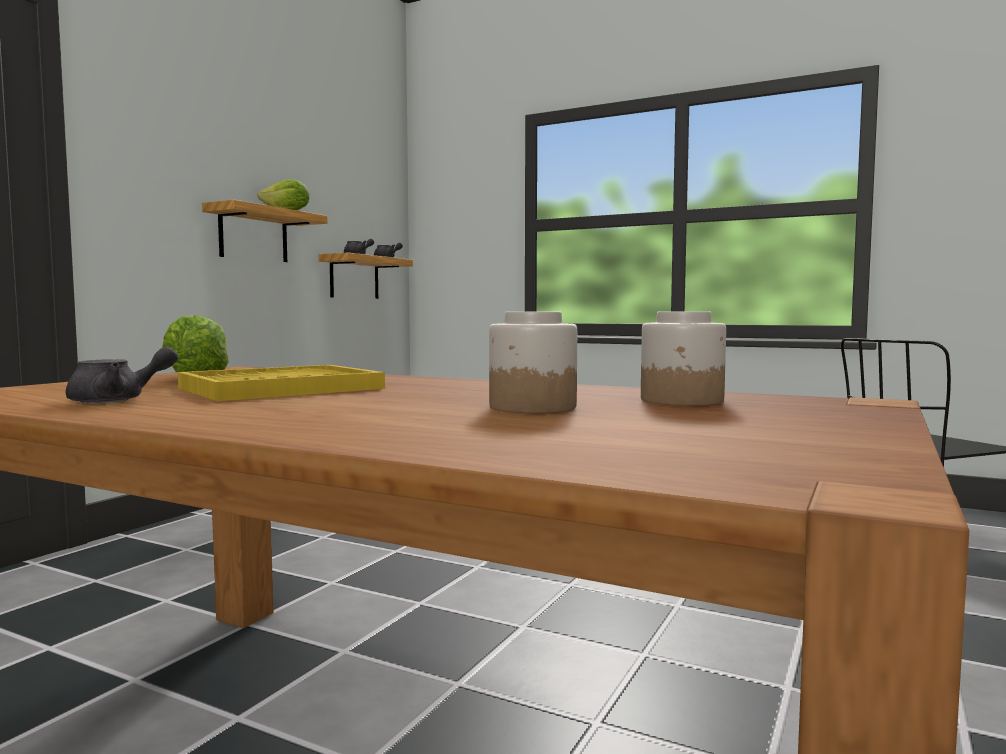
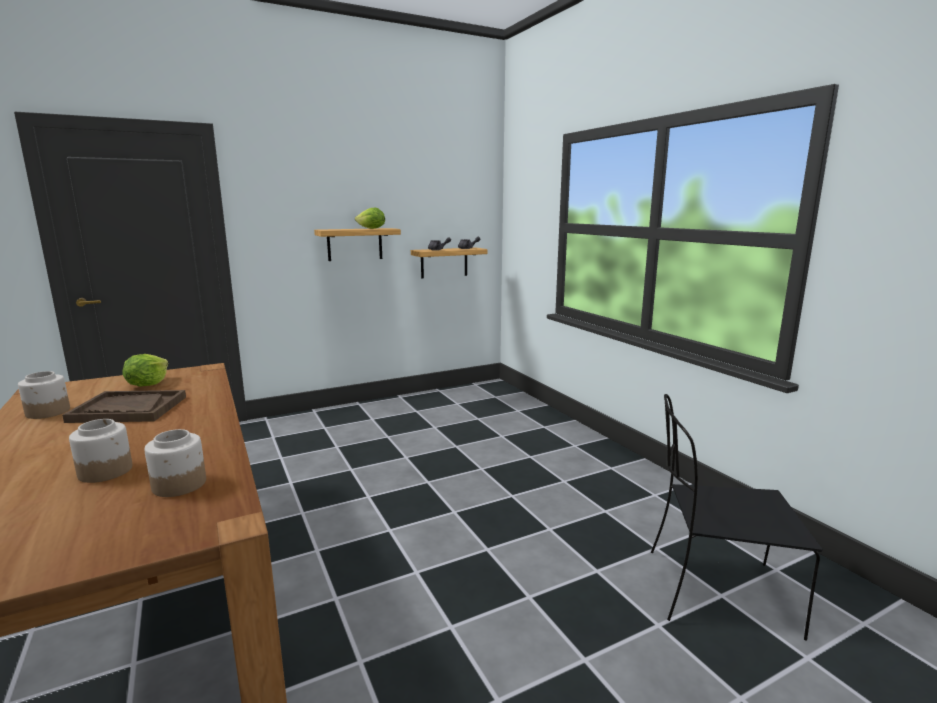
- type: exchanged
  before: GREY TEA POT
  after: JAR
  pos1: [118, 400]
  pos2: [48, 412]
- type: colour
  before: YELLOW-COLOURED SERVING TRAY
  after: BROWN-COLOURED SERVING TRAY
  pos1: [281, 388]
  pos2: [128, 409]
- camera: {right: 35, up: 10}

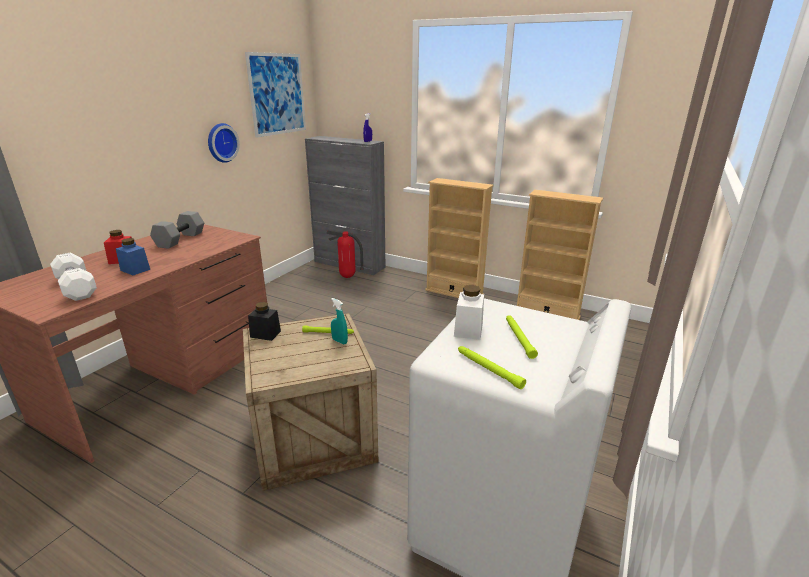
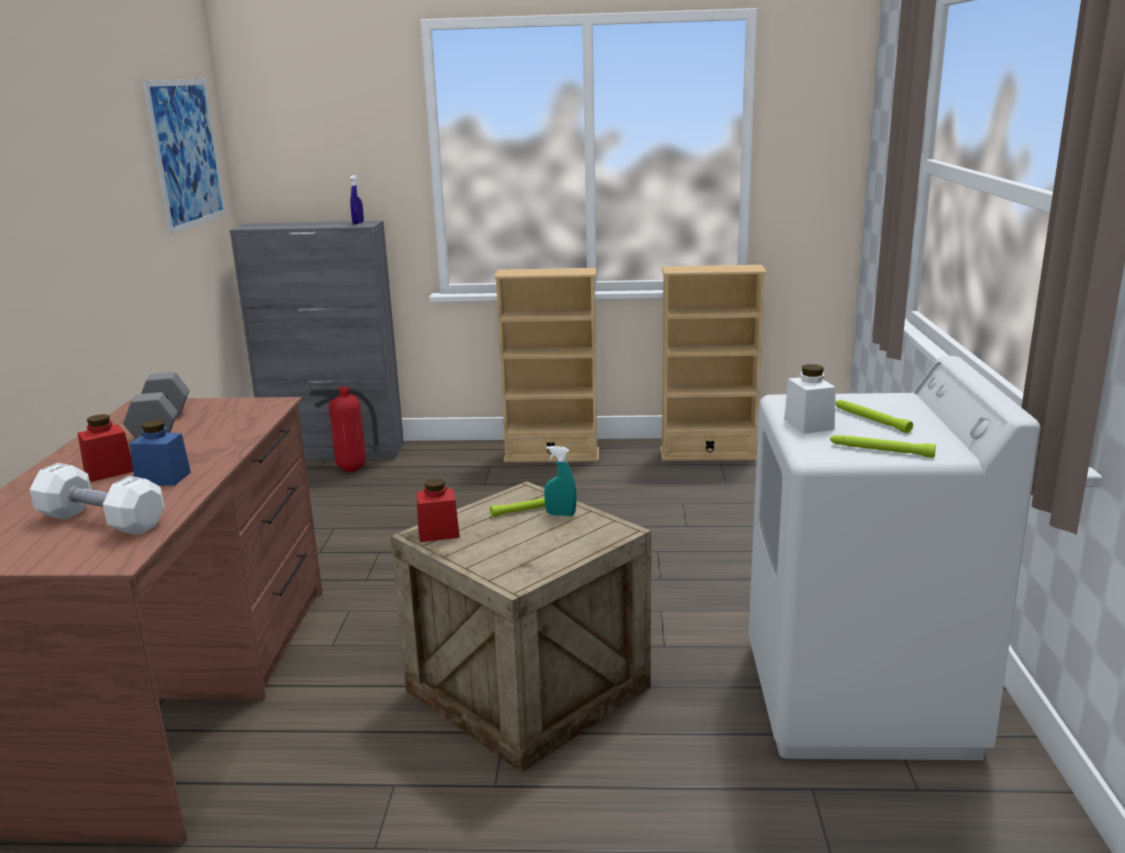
- type: missing
  before: HANGING CLOCK
  pos1: [221, 142]
- type: colour
  before: BLACK-COLOURED JAR
  after: REDDISH JAR
  pos1: [265, 334]
  pos2: [438, 533]
- camera: {right: -25, up: -5}

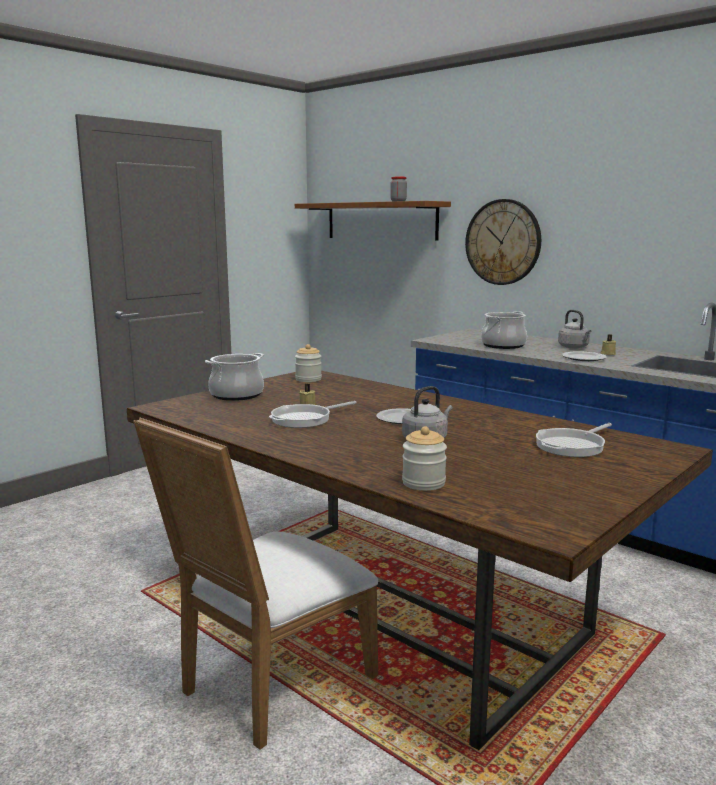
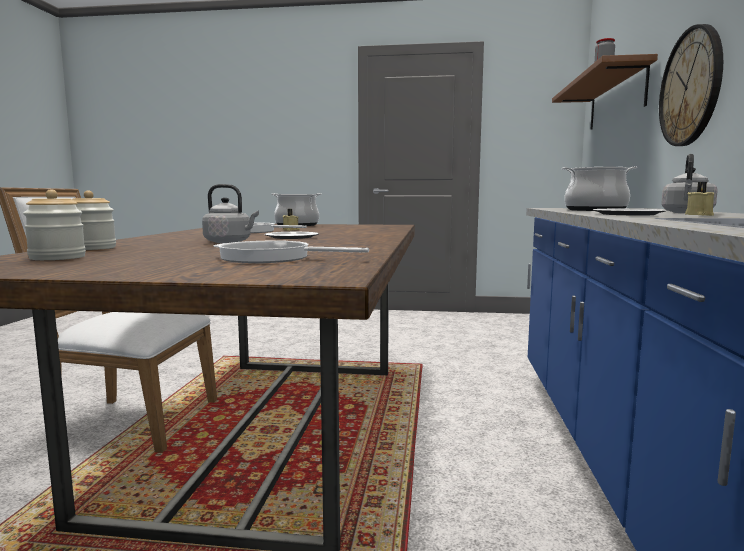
- type: relocated
  before: JAR
  pos1: [308, 379]
  pos2: [57, 257]
- camera: {right: 55, up: -5}

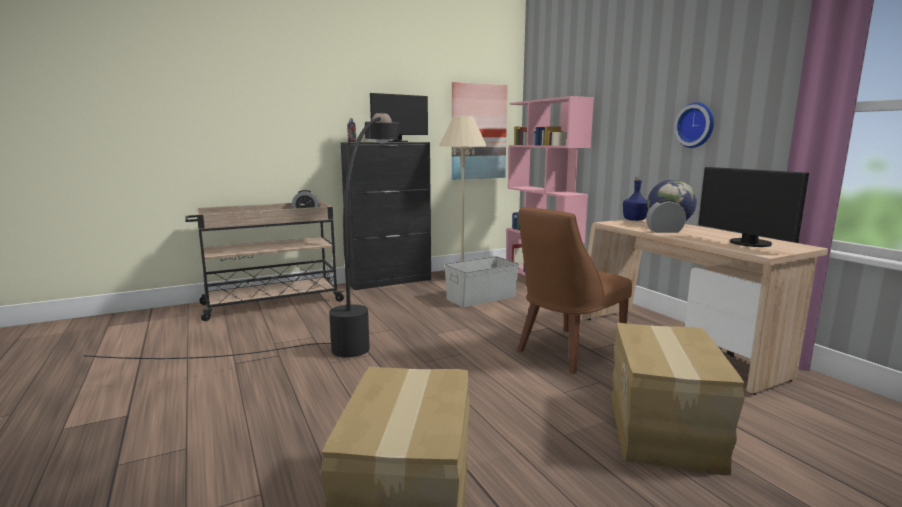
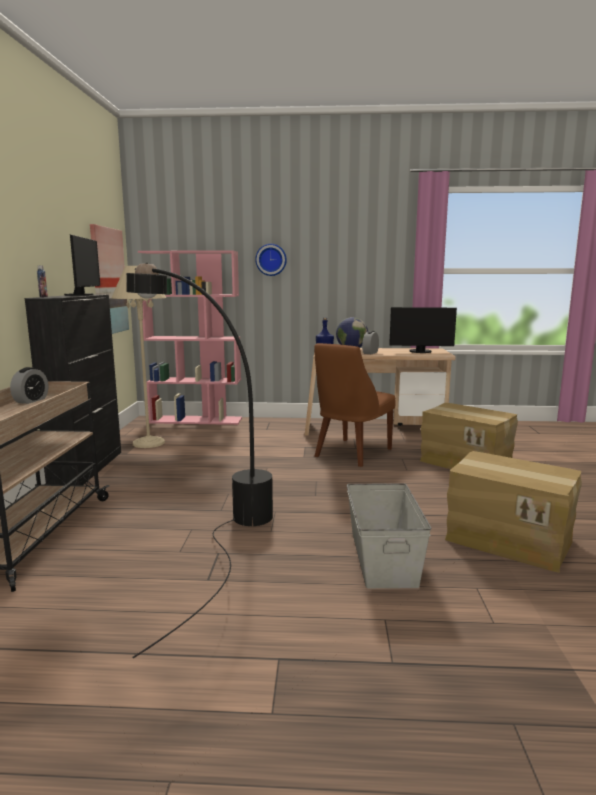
- type: relocated
  before: GREY STORAGE BOX
  pos1: [480, 298]
  pos2: [382, 558]
- type: relocated
  before: HANGING CLOCK
  pos1: [696, 125]
  pos2: [271, 259]
- type: spun
  before: BROWN-COLOURED PLAIN CHAIR
  pos1: [566, 351]
  pos2: [351, 453]
  turn: 45
- camera: {right: -60, up: 0}

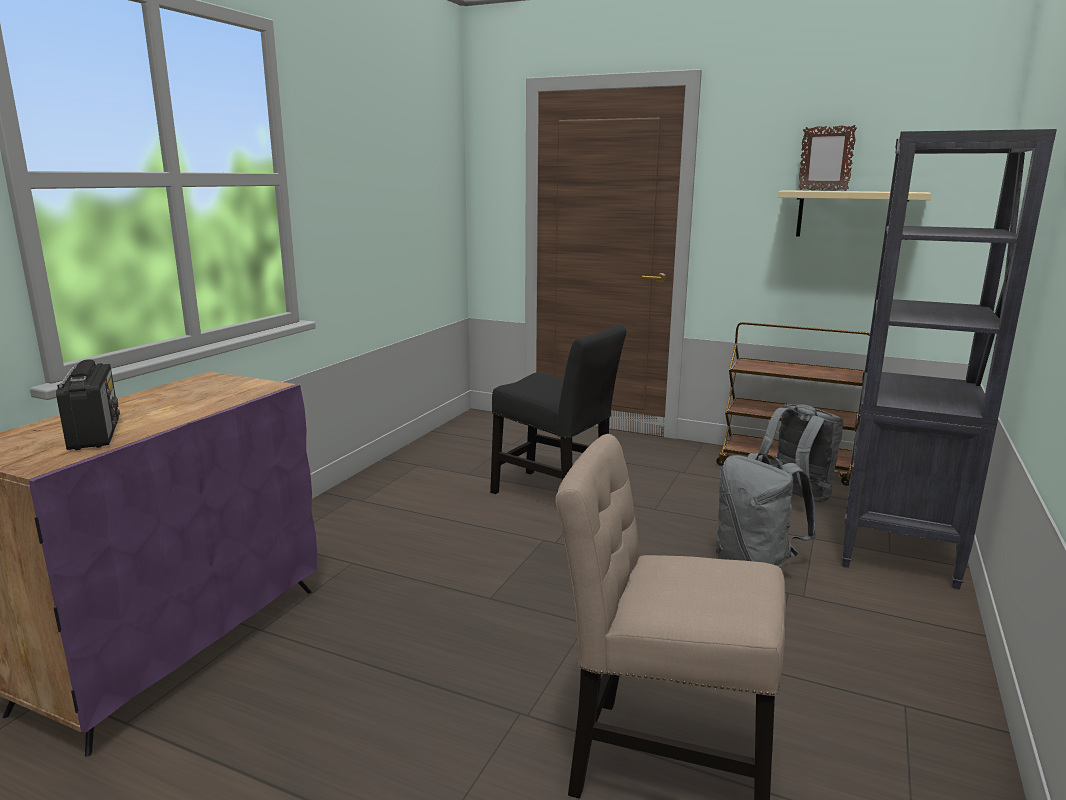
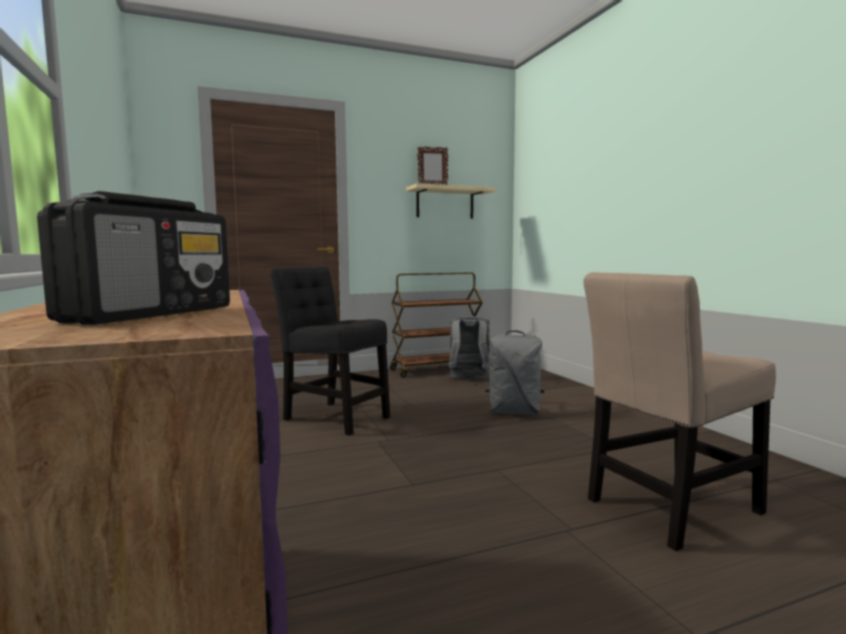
- type: missing
  before: BLACK-COLOURED BOOKCASE
  pos1: [896, 548]
- type: spun
  before: RADIO RECEIVER
  pos1: [95, 433]
  pos2: [152, 314]
  turn: 90
- type: spun
  before: BLACK-COLOURED PLAIN CHAIR
  pos1: [555, 494]
  pos2: [333, 417]
  turn: -135
- camera: {right: -45, up: -10}

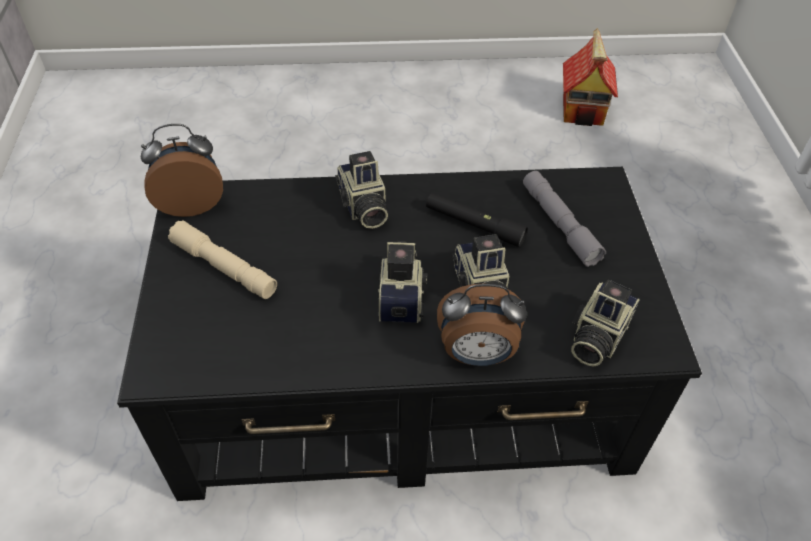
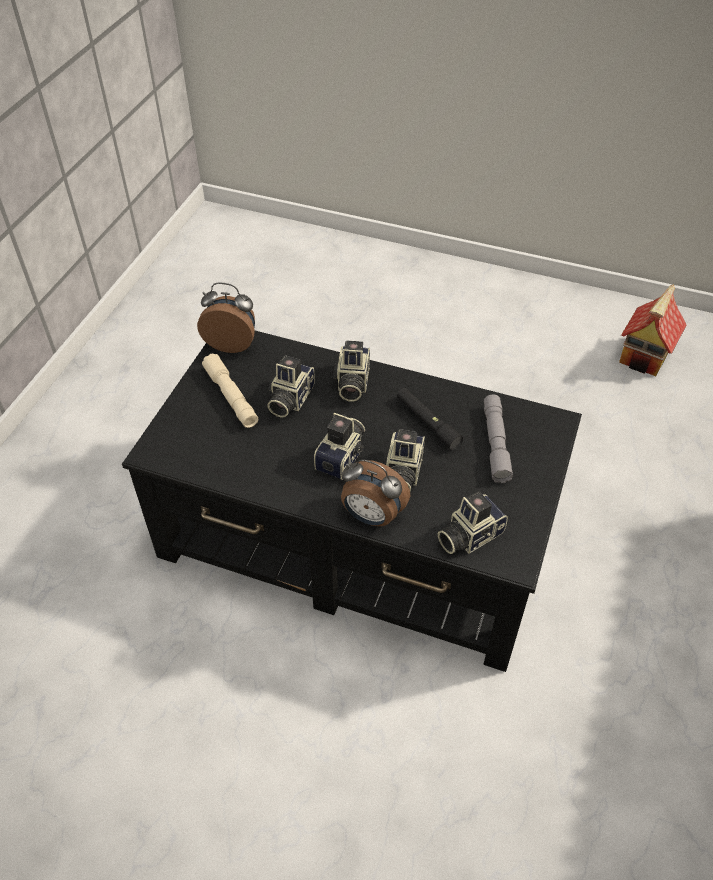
- type: appeared
  after: PHOTO CAMERA
  pos2: [289, 399]
- camera: {right: 25, up: 0}

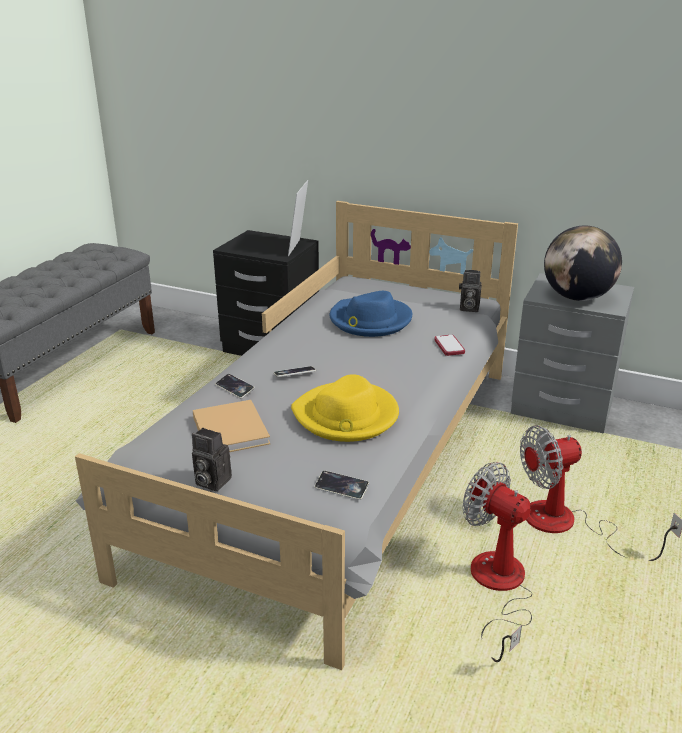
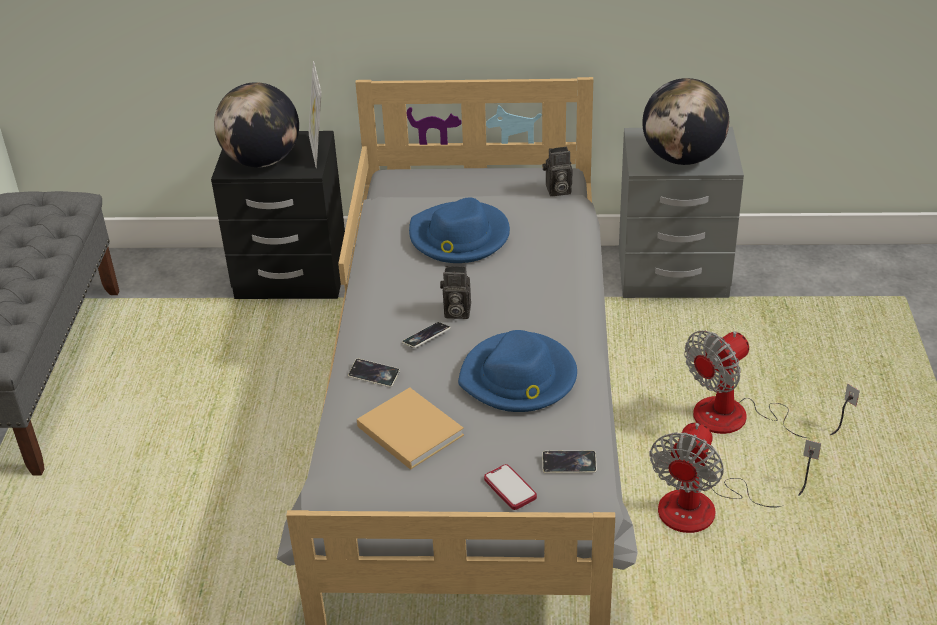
- type: appeared
  after: DESK GLOBE
  pos2: [262, 161]
- type: relocated
  before: PHOTO CAMERA
  pos1: [210, 481]
  pos2: [455, 312]
- type: relocated
  before: HANDSET
  pos1: [449, 346]
  pos2: [510, 488]
- type: colour
  before: YELLOW-COLOURED WEARABLE HAT
  after: BLUISH WEARABLE HAT
  pos1: [346, 416]
  pos2: [519, 378]
- type: spun
  before: FAN
  pos1: [498, 588]
  pos2: [707, 508]
  turn: -90
- camera: {right: -20, up: 10}

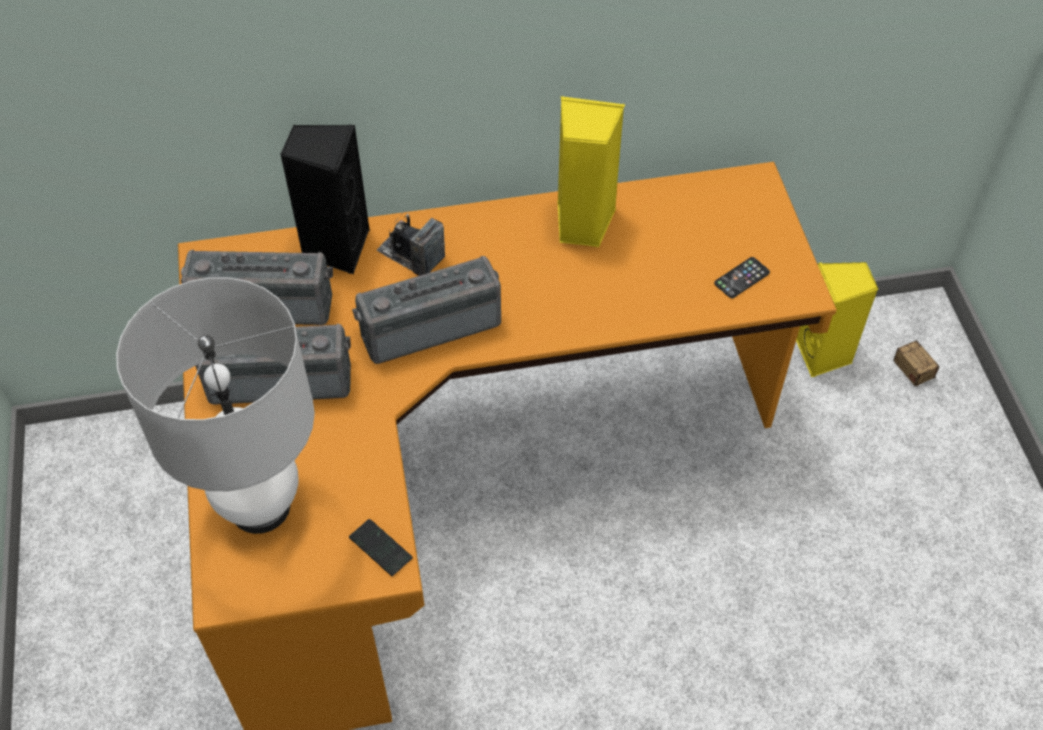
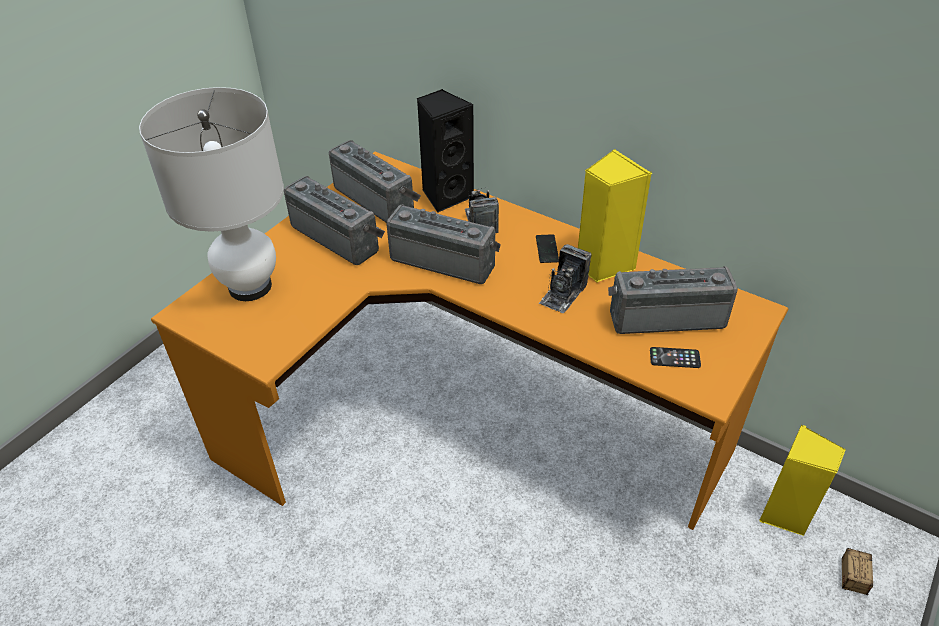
- type: appeared
  after: PHOTO CAMERA
  pos2: [563, 293]
- type: appeared
  after: RADIO RECEIVER
  pos2: [666, 316]
- type: relocated
  before: HANDSET
  pos1: [380, 548]
  pos2: [547, 249]
- camera: {right: 45, up: -10}

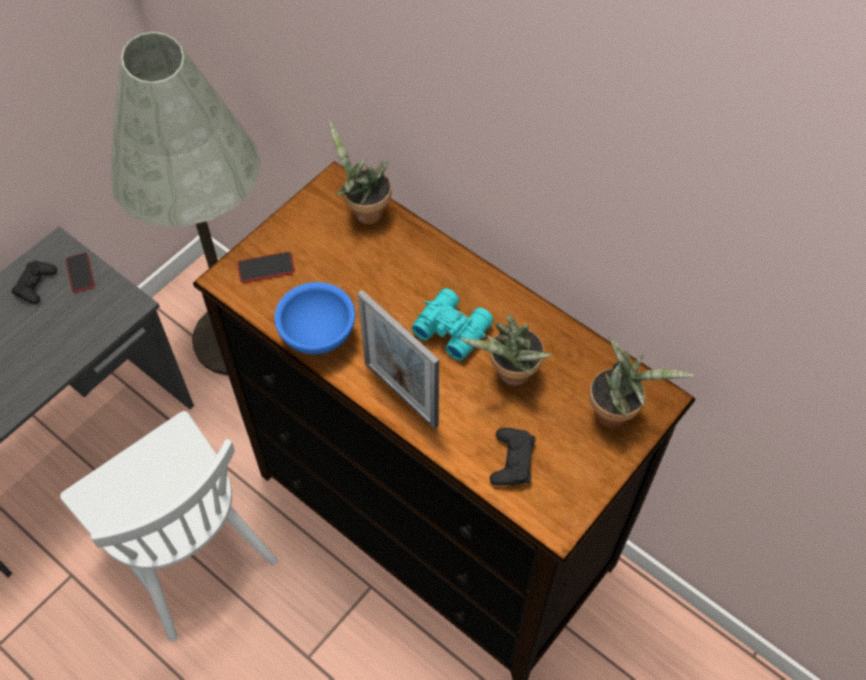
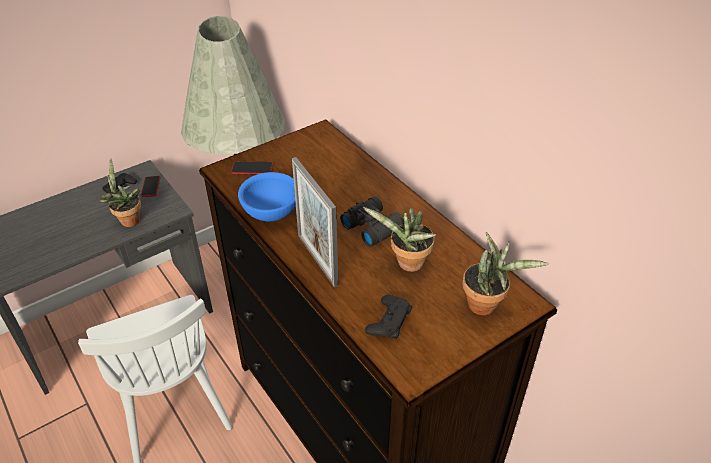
- type: relocated
  before: HOUSEPLANT
  pos1: [364, 211]
  pos2: [128, 219]
- type: colour
  before: BLUE-GREEN FIELD GLASSES
  after: BLACK-COLOURED FIELD GLASSES
  pos1: [452, 328]
  pos2: [372, 226]
- camera: {right: 15, up: -15}

